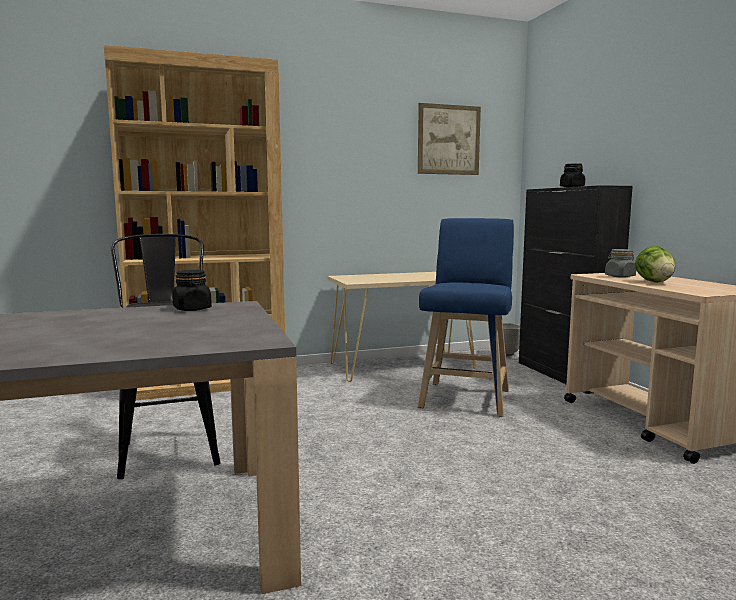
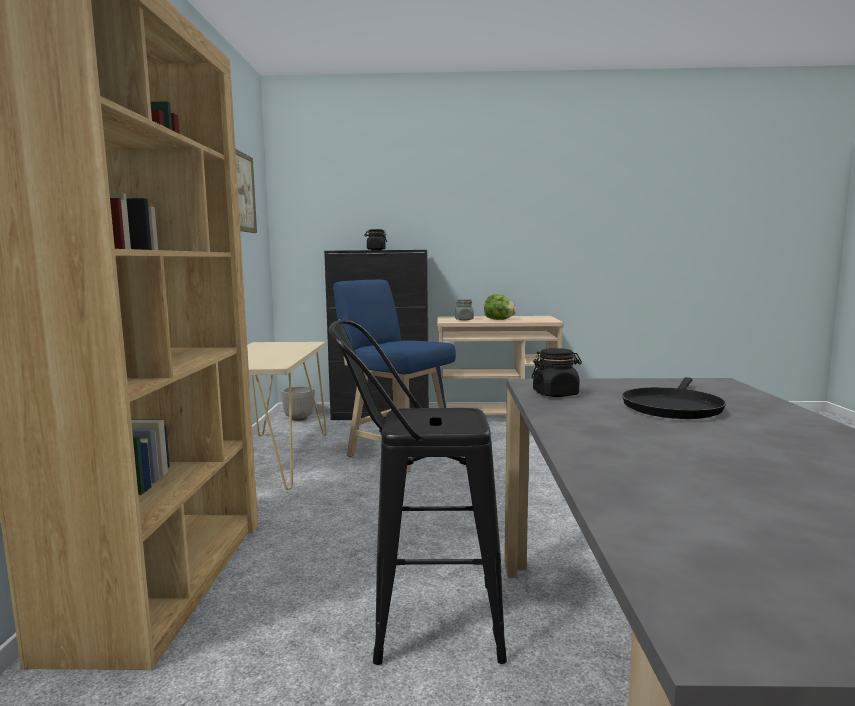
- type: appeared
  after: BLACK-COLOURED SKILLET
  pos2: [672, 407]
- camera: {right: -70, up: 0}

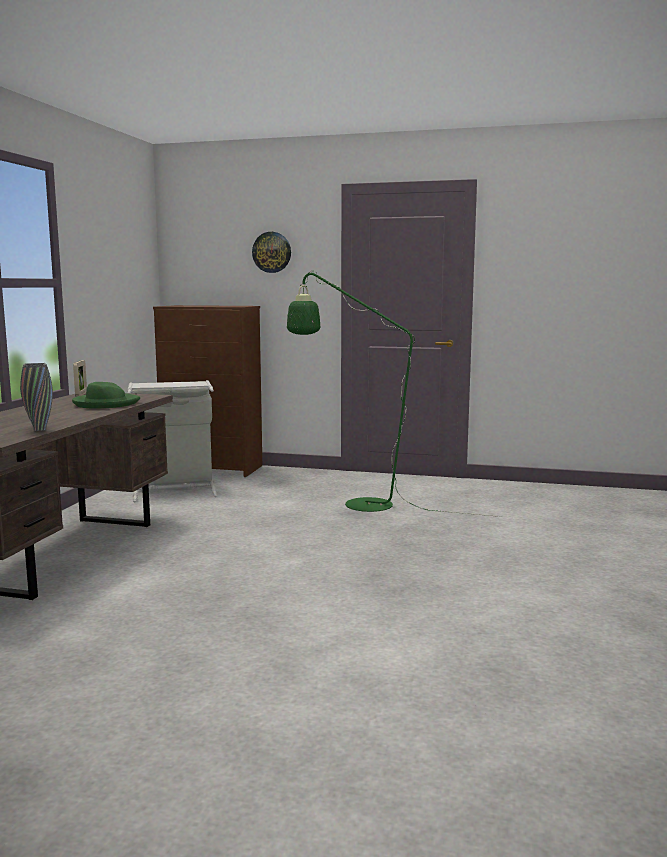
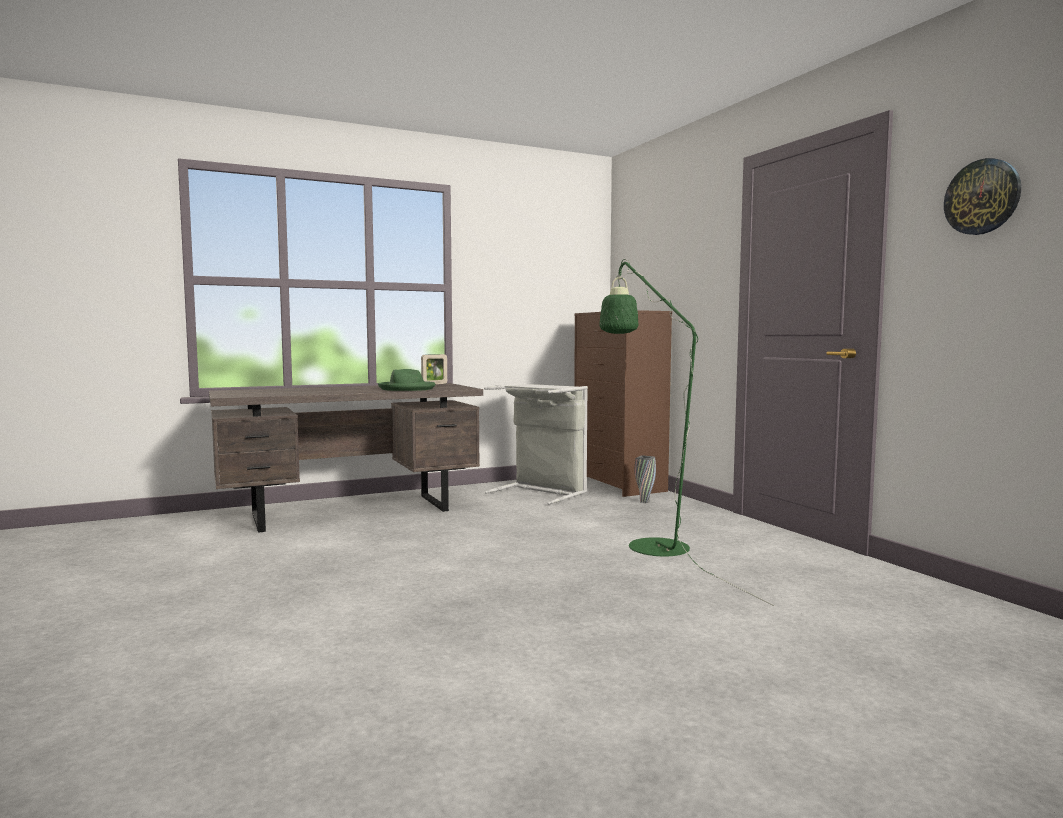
- type: relocated
  before: GREY FLOWER VASE
  pos1: [39, 429]
  pos2: [644, 501]
- type: relocated
  before: HANGING CLOCK
  pos1: [272, 252]
  pos2: [982, 197]
- camera: {right: 50, up: -5}

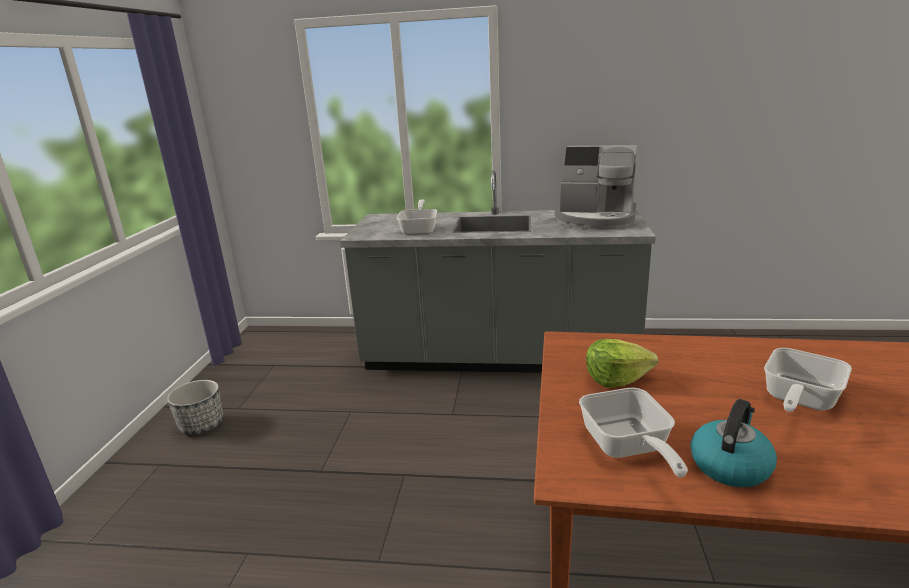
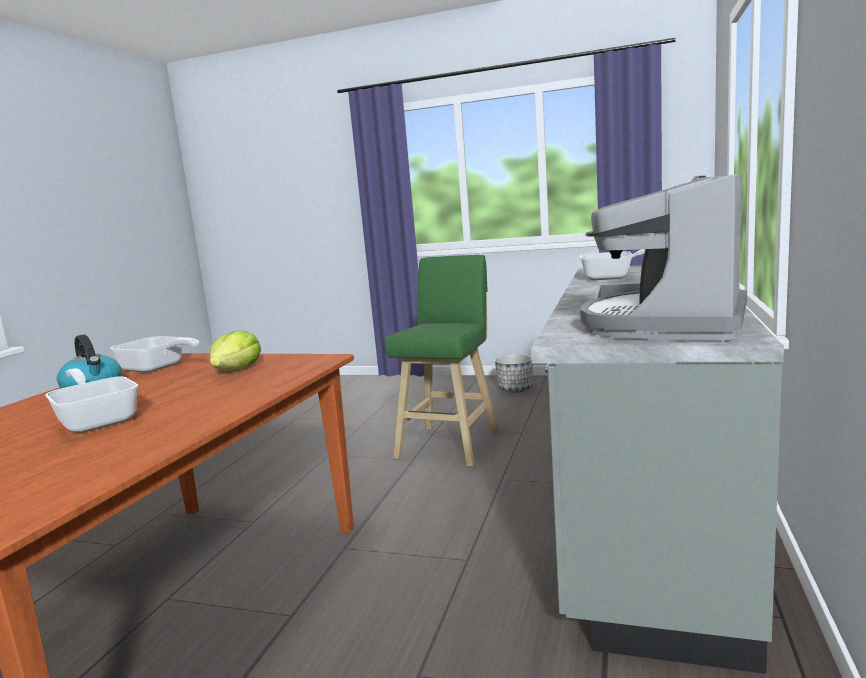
- type: appeared
  after: GREEN-COLOURED STOOL
  pos2: [450, 444]
- type: spun
  before: SKILLET
  pos1: [627, 448]
  pos2: [157, 368]
  turn: -150
- camera: {right: 100, up: -10}

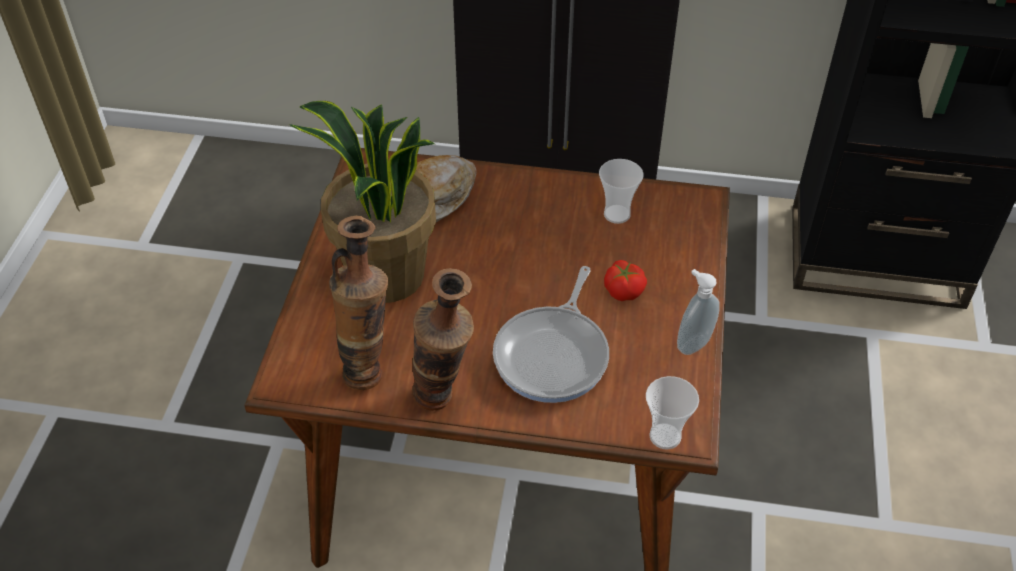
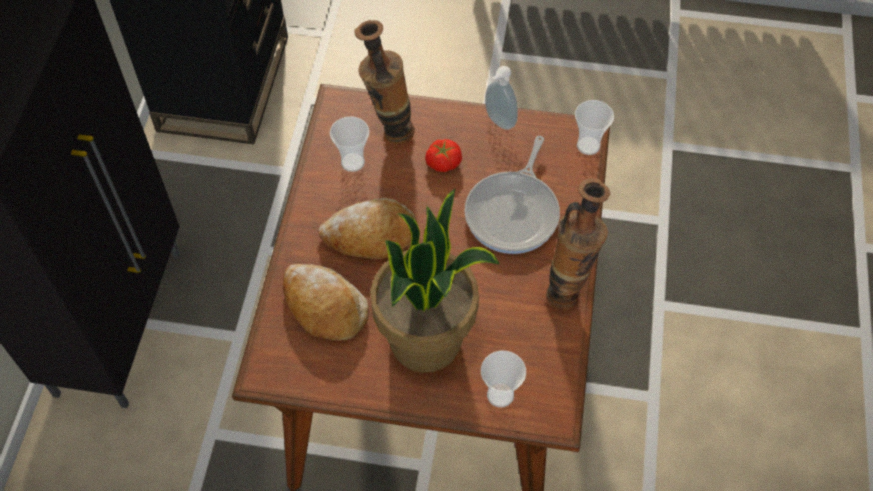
- type: appeared
  after: BREAD
  pos2: [371, 236]
- type: appeared
  after: SMALL CUP
  pos2: [500, 395]
- type: relocated
  before: FLOWER VASE
  pos1: [368, 367]
  pos2: [389, 131]
- type: spun
  before: SKILLET
  pos1: [554, 354]
  pos2: [514, 212]
  turn: 90
- camera: {right: -90, up: 10}

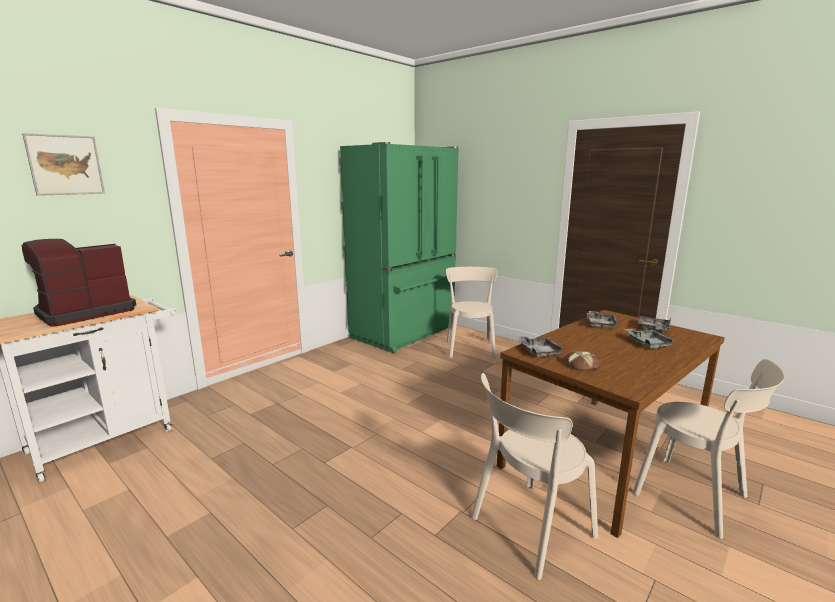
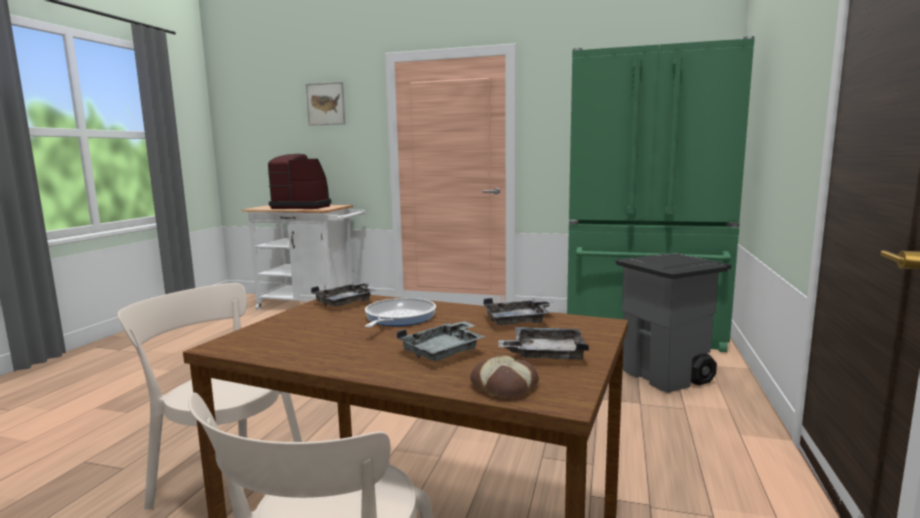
- type: appeared
  after: SKILLET
  pos2: [398, 318]
- type: relocated
  before: BREAD
  pos1: [580, 364]
  pos2: [505, 386]
- type: exchanged
  before: SAND-COLOURED PLAIN CHAIR
  after: GREY RUBBISH BIN
  pos1: [470, 348]
  pos2: [667, 376]
- camera: {right: 65, up: -5}

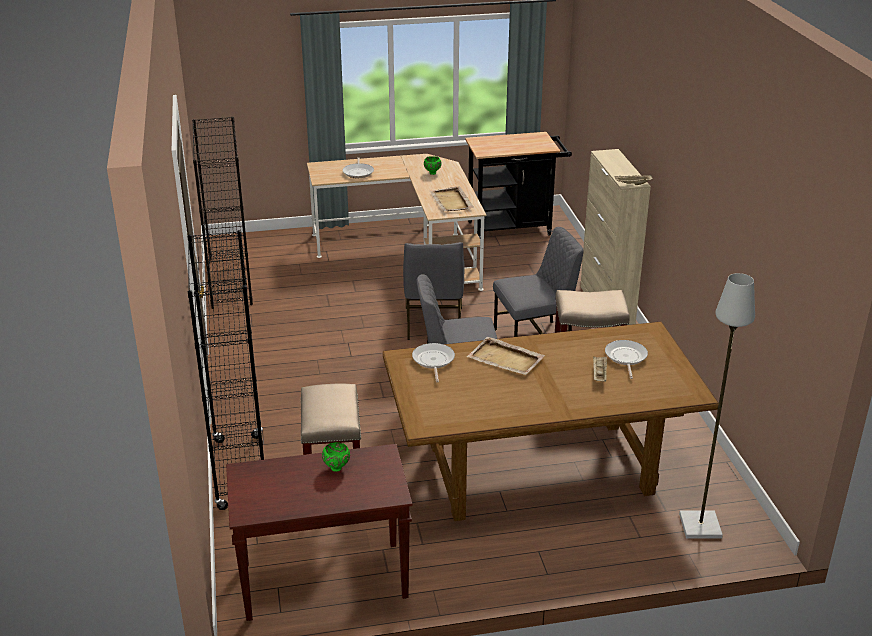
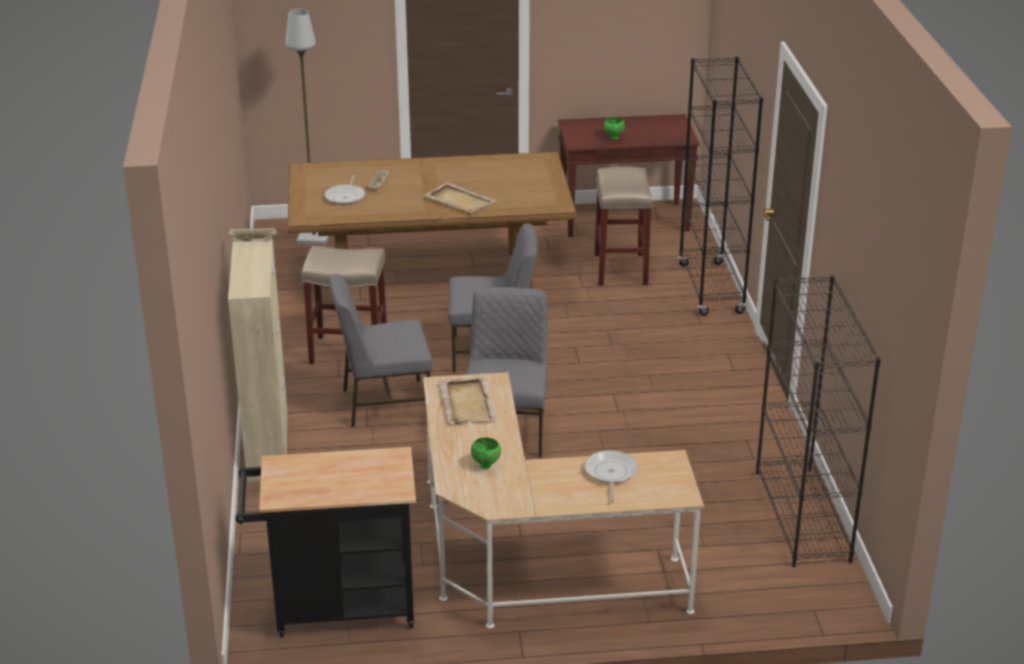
- type: missing
  before: SKILLET
  pos1: [433, 361]
- camera: {right: -175, up: 0}

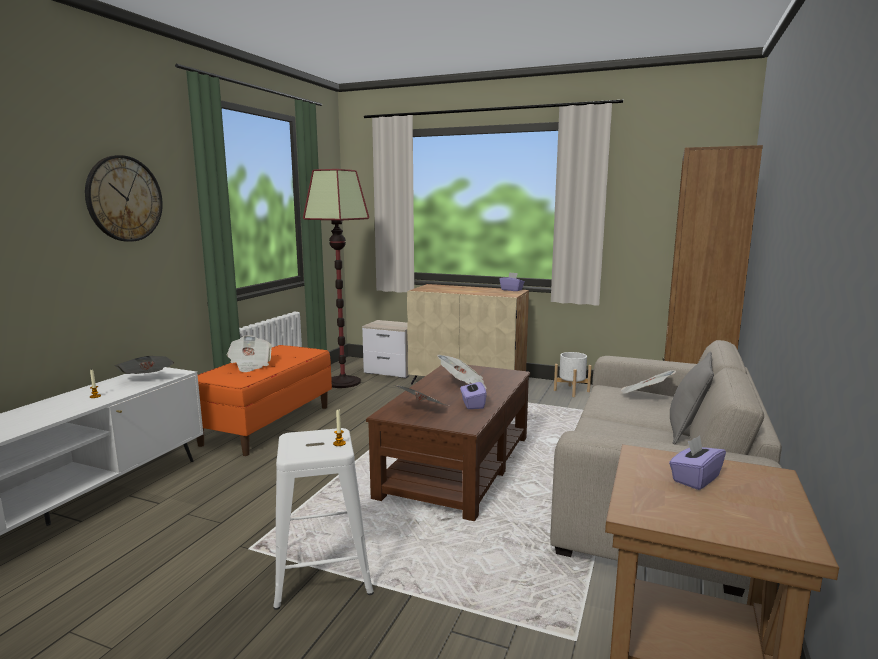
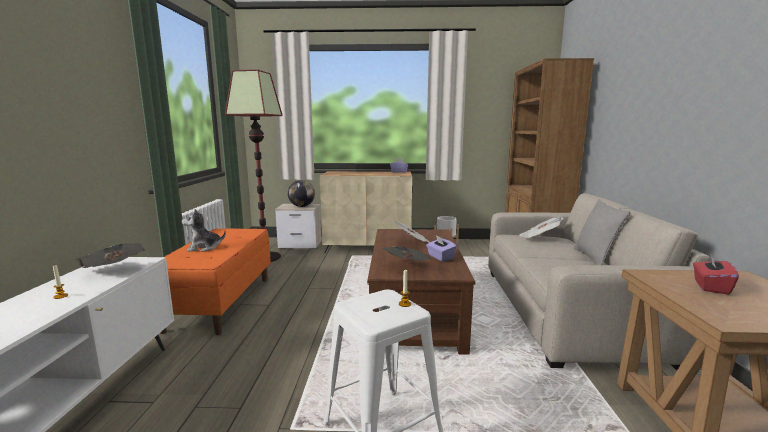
- type: missing
  before: HANGING CLOCK
  pos1: [124, 199]
- type: appeared
  after: DESK GLOBE
  pos2: [302, 206]
- type: exchanged
  before: DAILY PAPER
  after: SOFT TOY
  pos1: [250, 365]
  pos2: [204, 248]
- type: colour
  before: PURPLE-COLOURED TISSUE BOX
  after: REDDISH TISSUE BOX
  pos1: [695, 479]
  pos2: [710, 287]
- camera: {right: -20, up: 0}

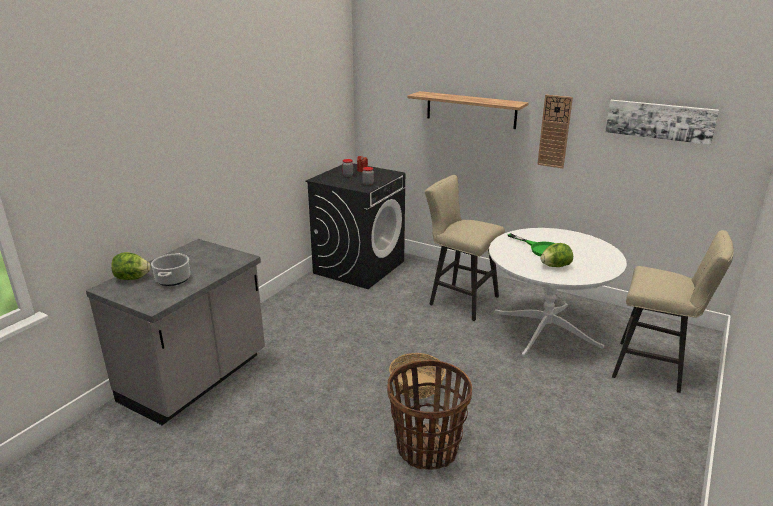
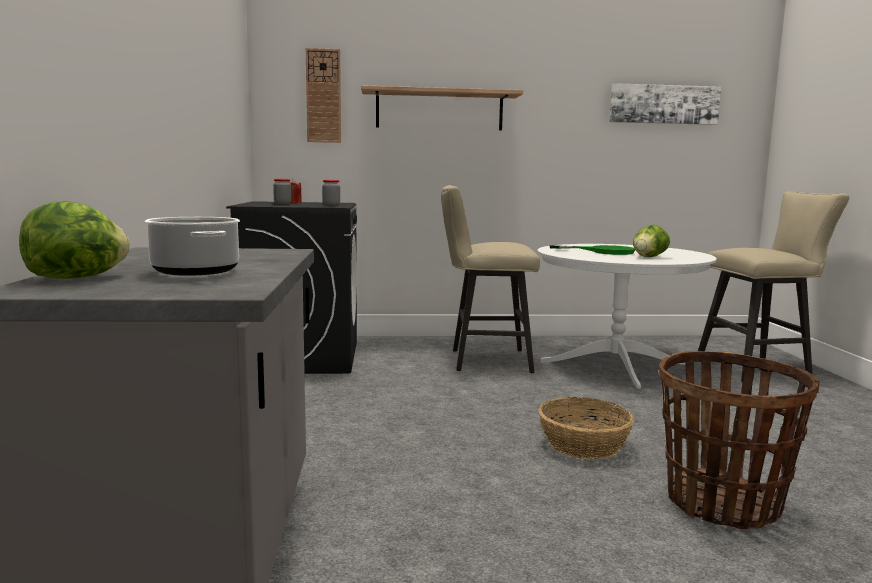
- type: relocated
  before: HANGING CLOCK
  pos1: [554, 131]
  pos2: [323, 96]
- camera: {right: -35, up: -15}

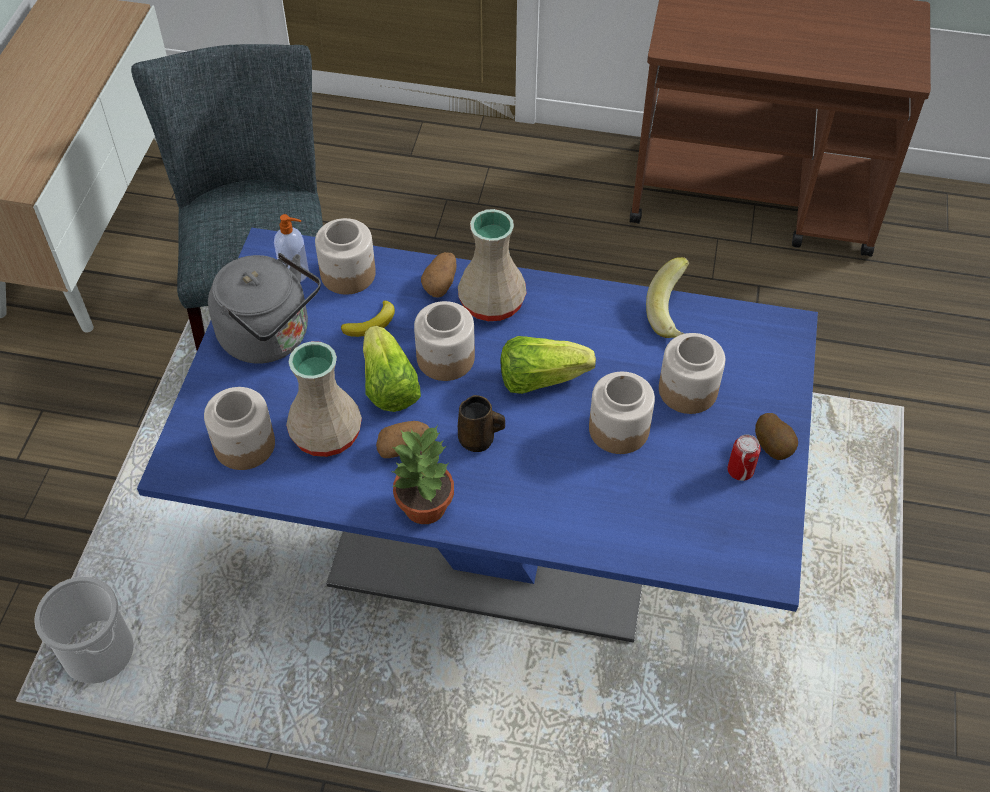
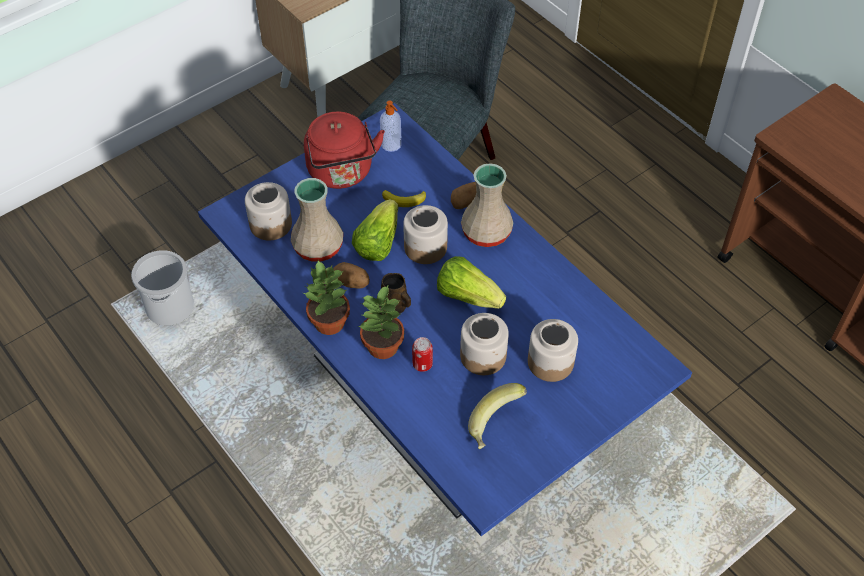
- type: missing
  before: JAR
  pos1: [347, 274]
- type: missing
  before: POTATO
  pos1: [774, 447]
- type: appeared
  after: HOUSEPLANT
  pos2: [382, 346]
- type: relocated
  before: WHOLE BANANA
  pos1: [675, 316]
  pos2: [496, 425]
- type: relocated
  before: CAN
  pos1: [740, 471]
  pos2: [422, 364]
- type: colour
  before: GREY WATER KETTLE
  after: REDDISH WATER KETTLE
  pos1: [270, 337]
  pos2: [342, 173]
- camera: {right: 40, up: 0}

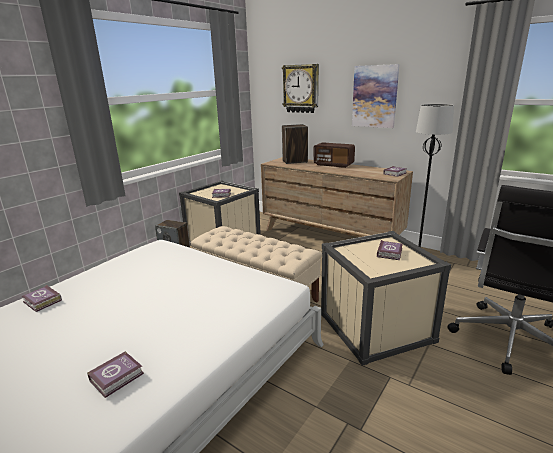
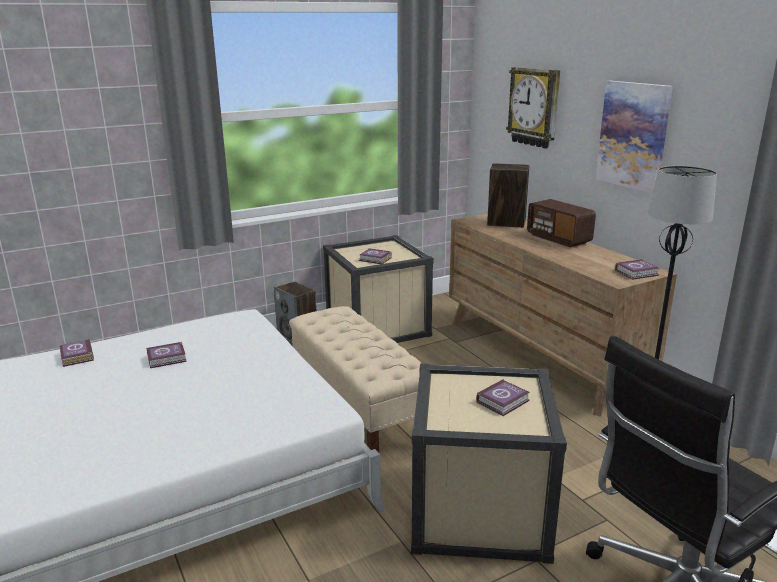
- type: relocated
  before: BOOK
  pos1: [118, 377]
  pos2: [168, 359]
- camera: {right: 25, up: 0}

